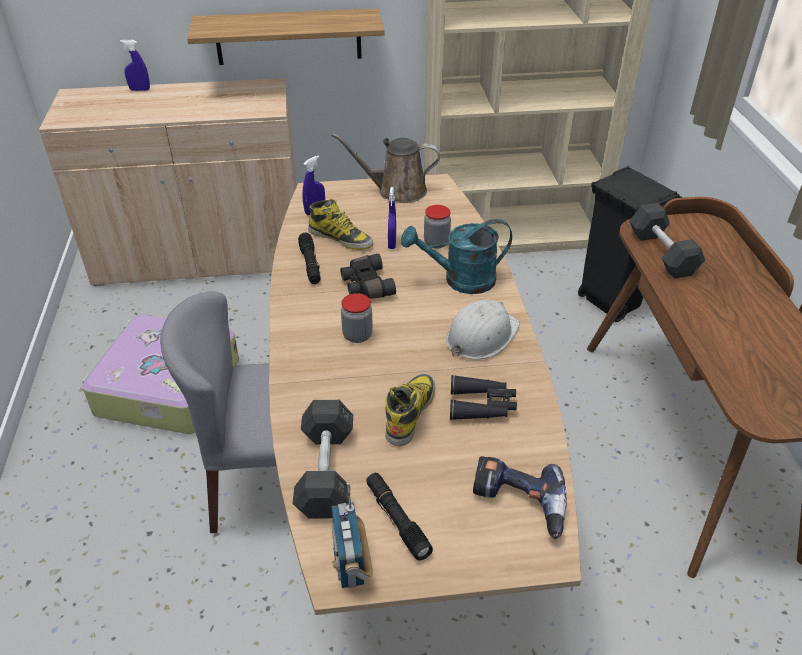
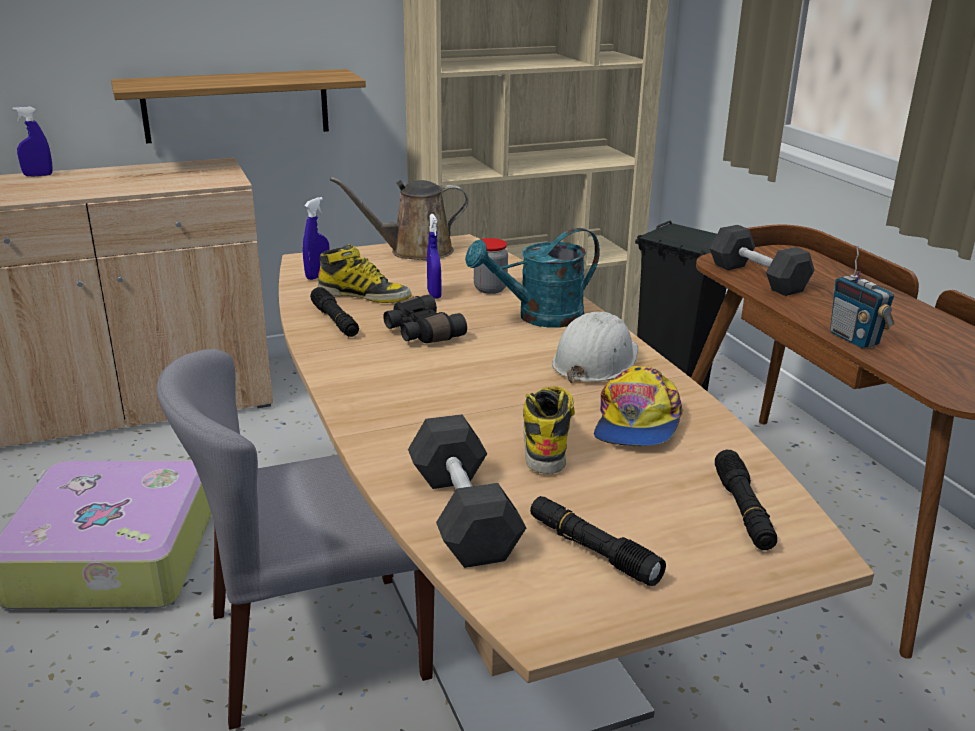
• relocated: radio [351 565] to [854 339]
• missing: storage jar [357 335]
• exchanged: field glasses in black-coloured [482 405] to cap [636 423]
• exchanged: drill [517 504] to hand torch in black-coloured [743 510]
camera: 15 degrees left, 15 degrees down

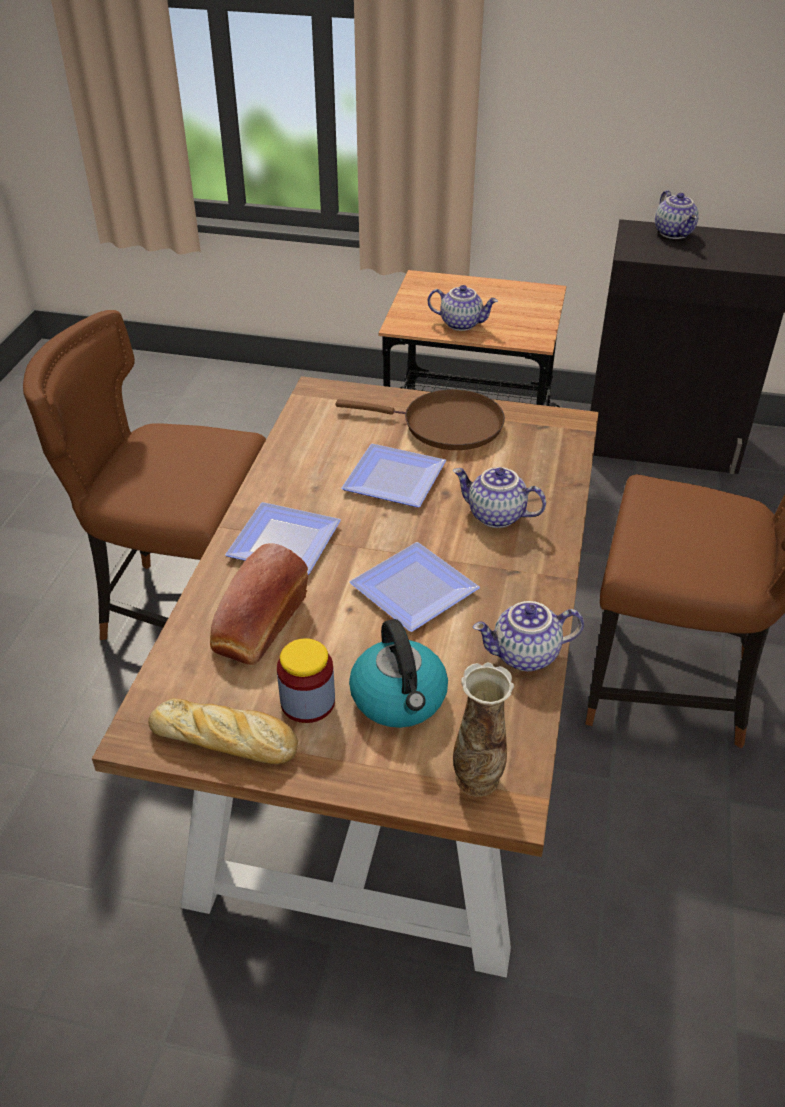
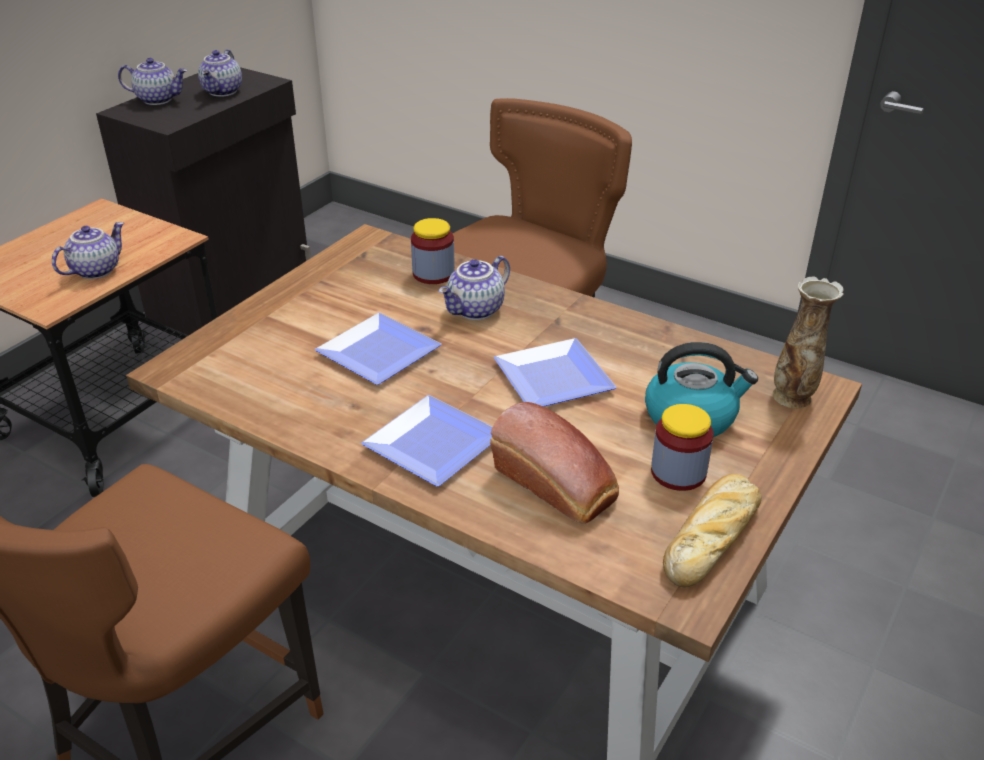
• missing: skillet in brownish [445 425]
• relocated: teapot [525 656] to [223 92]
• appeared: storage jar [433 274]
camera: 70 degrees left, 5 degrees down

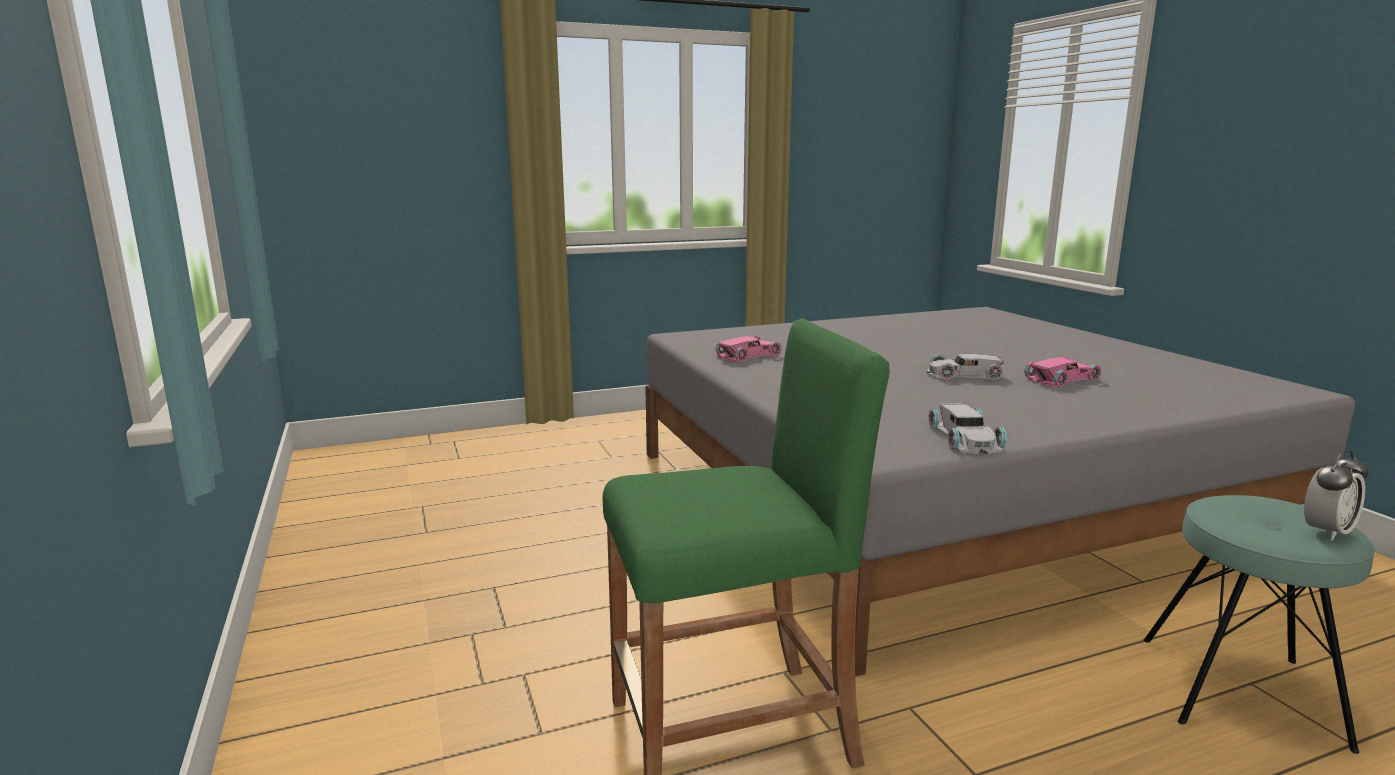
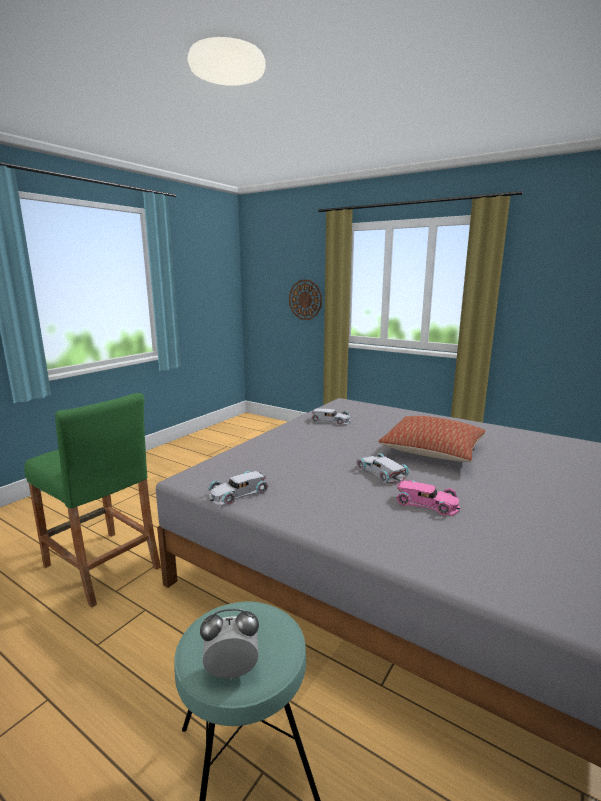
• colour: model car in pink [749 355] to model car in whitish [330 421]
• spun: table clock [1327 532] = [232 671] 150 degrees clockwise
• appeared: wall clock [305 299]
• appeared: cushion [432 451]
camera: 55 degrees right, 0 degrees up

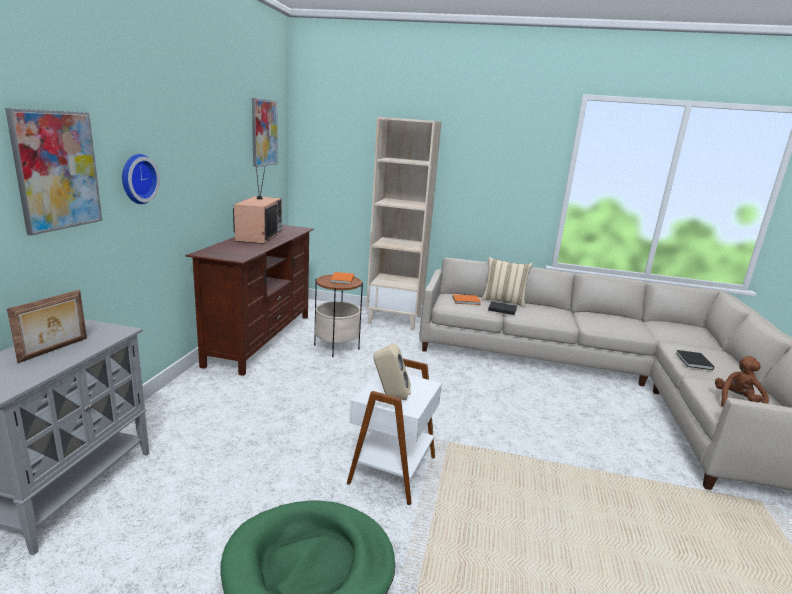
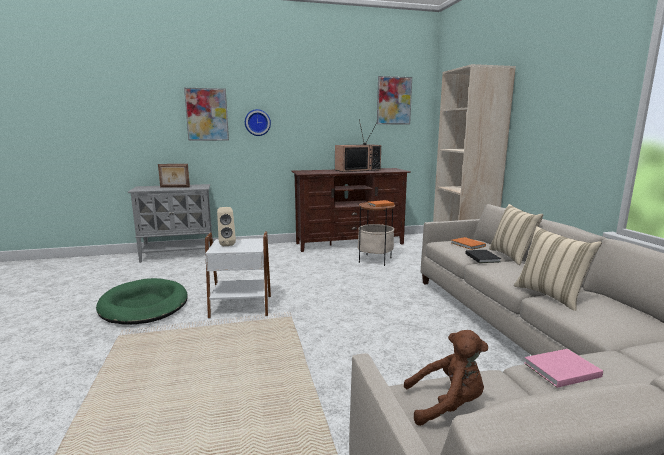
• colour: volume in black-coloured [693 362] to volume in pink [559 369]
• appeared: cushion in beige-coloured [550 295]
camera: 65 degrees right, 5 degrees down

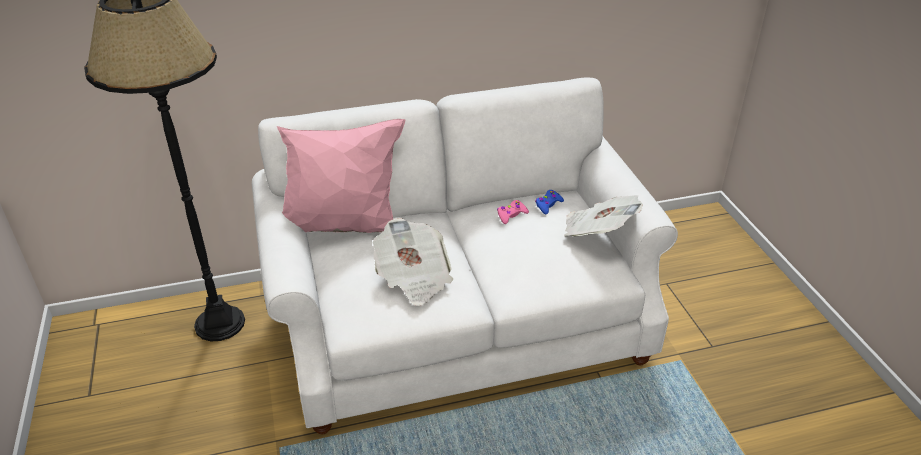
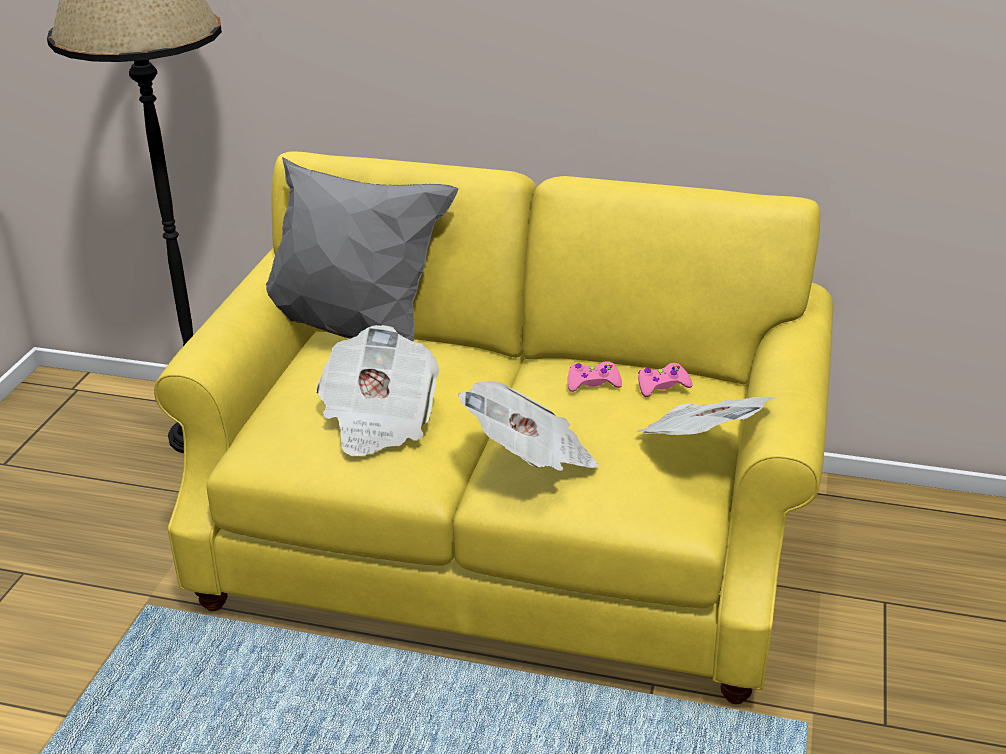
• colour: couch in whitish [461 321] to couch in yellow-coloured [508 539]
• colour: cushion in pink [343 227] to cushion in gray [353 332]
• colour: joypad in blue-coloured [548 205] to joypad in pink [662 386]
• appeared: daily paper [530 457]
camera: 30 degrees right, 5 degrees down

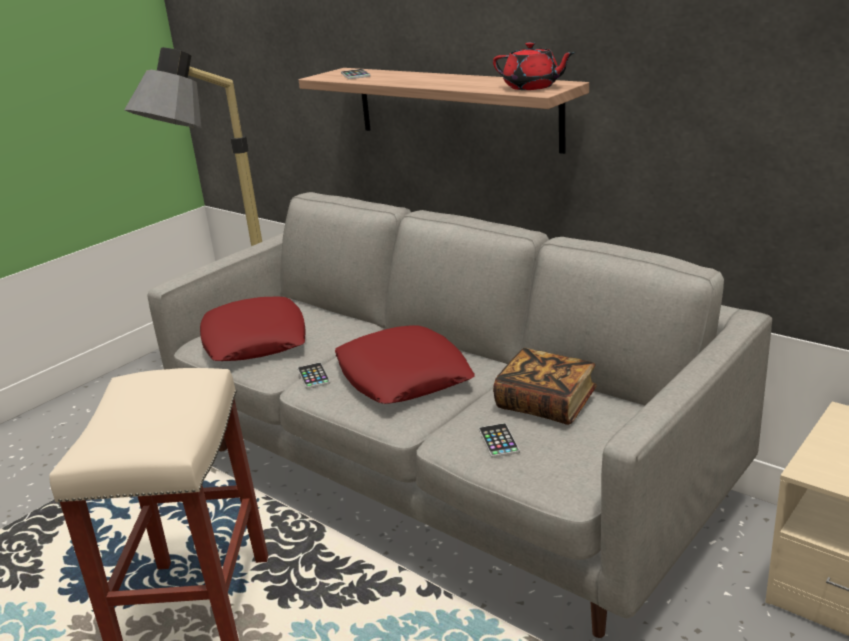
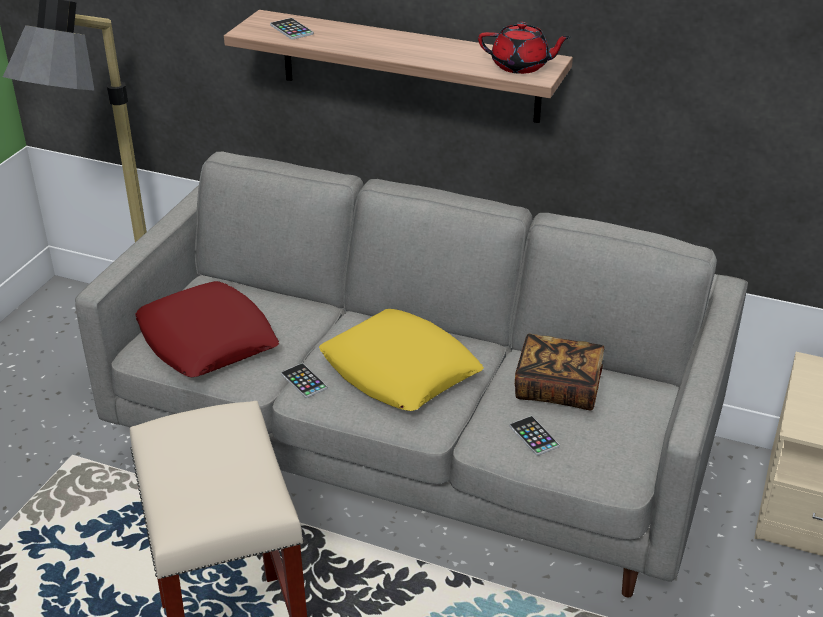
• colour: cushion in reddish [403 376] to cushion in yellow-coloured [400 370]
camera: 20 degrees left, 10 degrees up

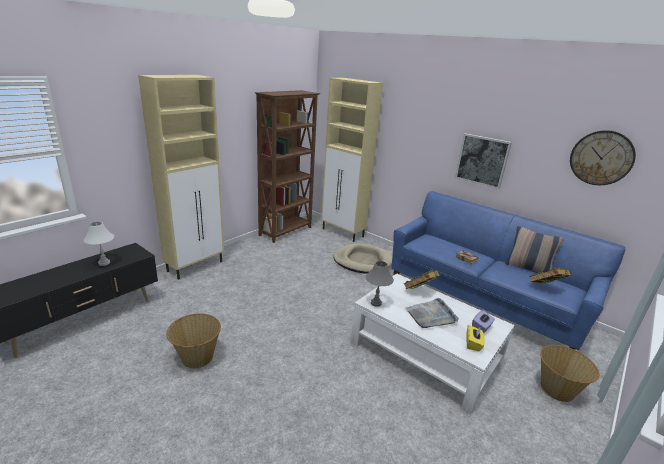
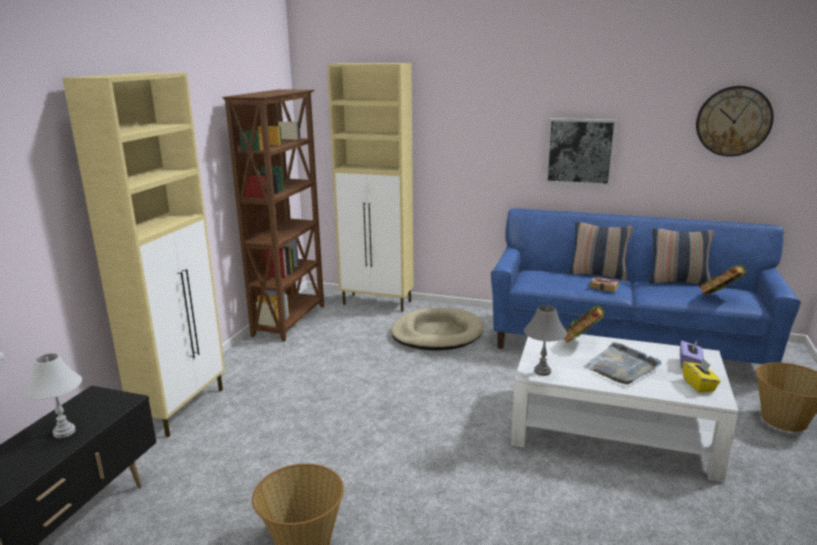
• appeared: cushion [597 275]
camera: 20 degrees left, 5 degrees down

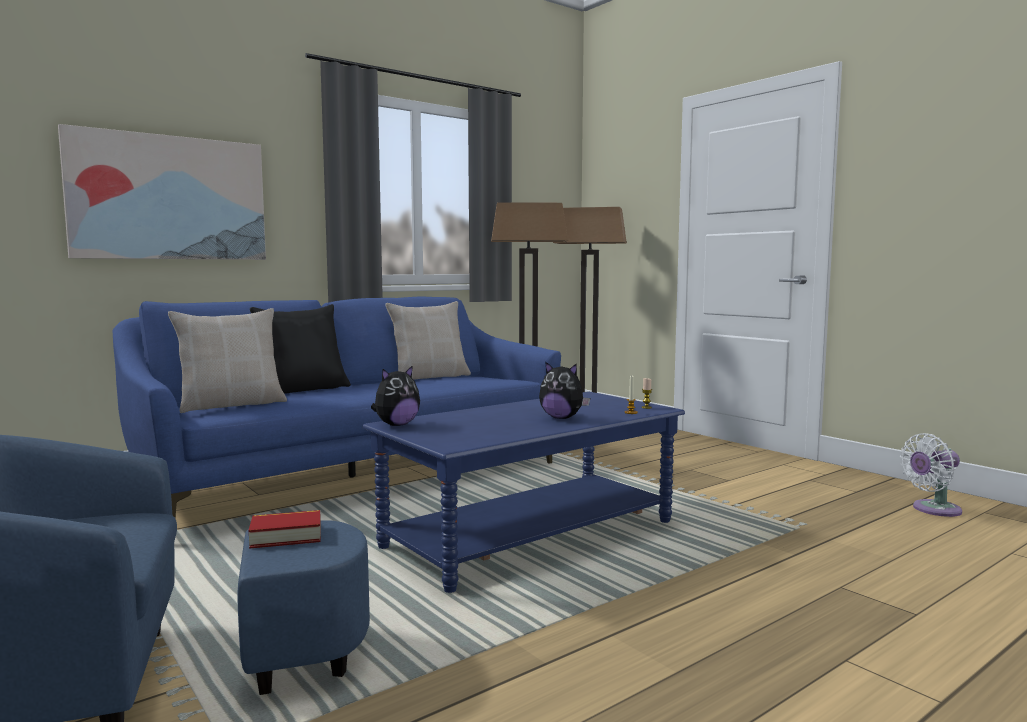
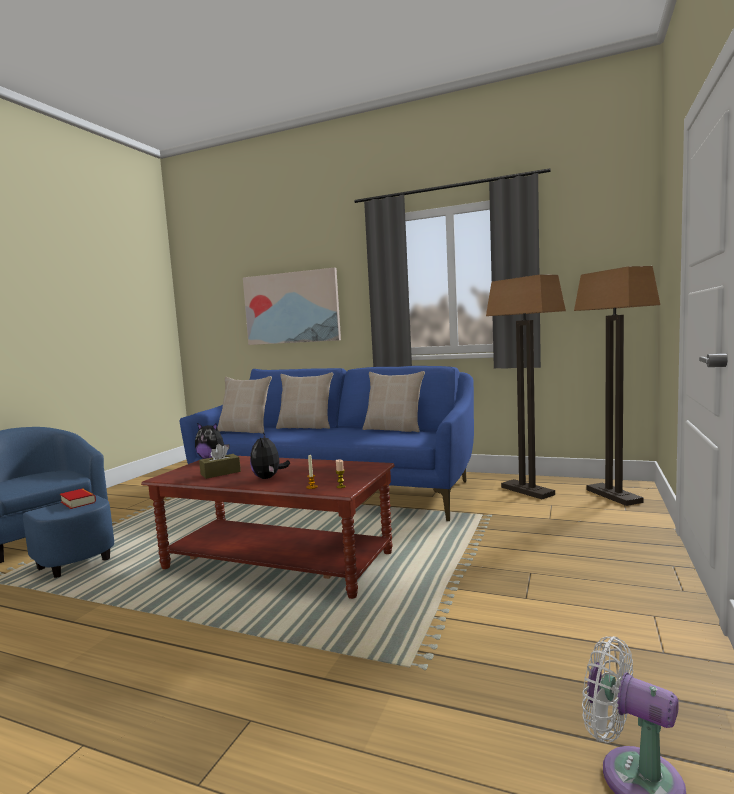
• colour: cushion in black-coloured [304 389] to cushion in beige-coloured [306 427]
• colour: low table in blue-coloured [531 534] to low table in brownish [277 561]
• appeared: box of tissues in brownish [220 473]
camera: 60 degrees right, 0 degrees up

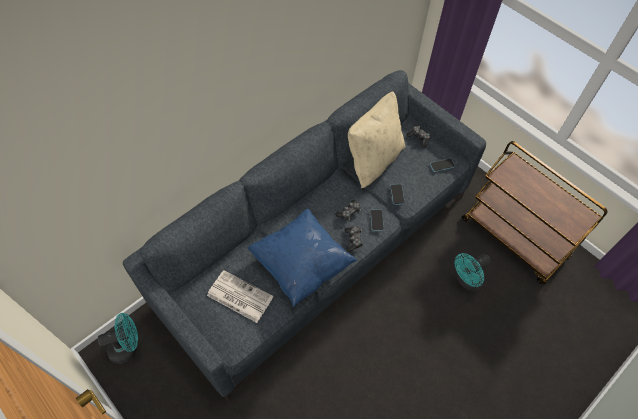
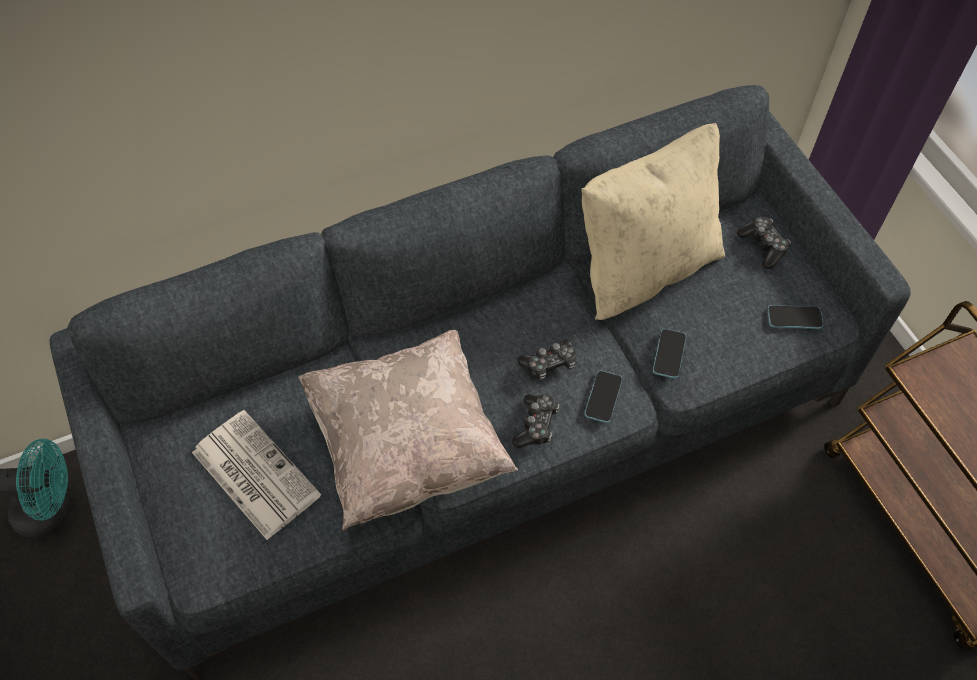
• colour: cushion in blue-coloured [301 264] to cushion in beige-coloured [407 445]
• missing: electric fan in turquoise-coloured [466 281]
camera: 20 degrees right, 0 degrees up

